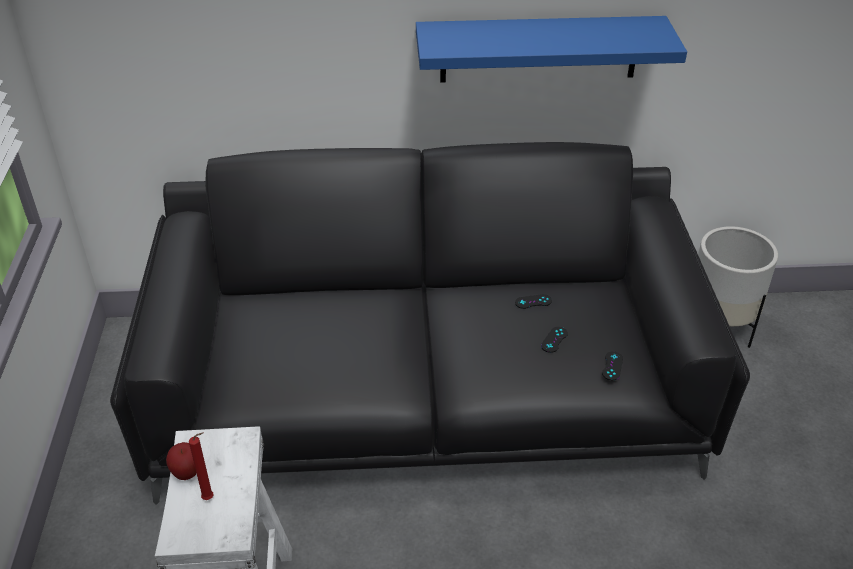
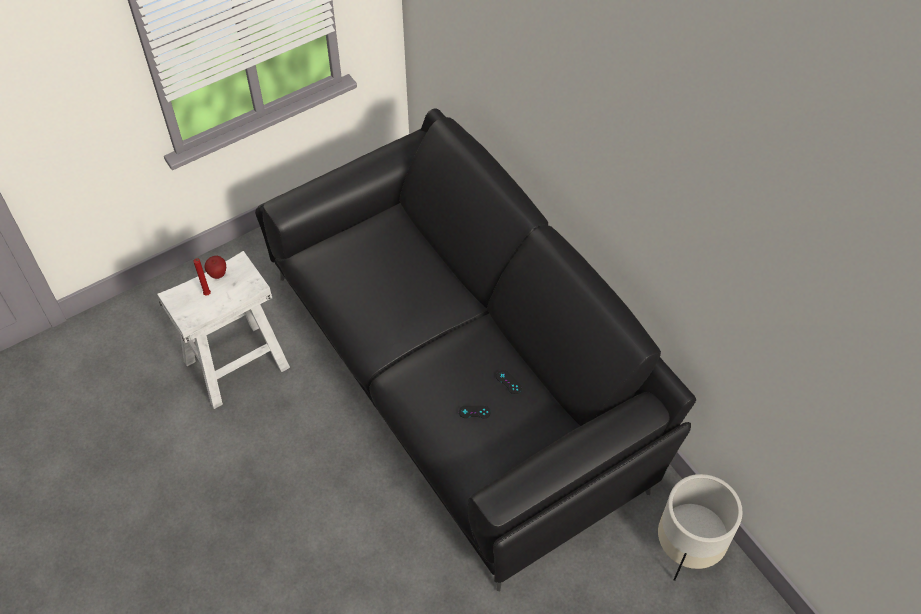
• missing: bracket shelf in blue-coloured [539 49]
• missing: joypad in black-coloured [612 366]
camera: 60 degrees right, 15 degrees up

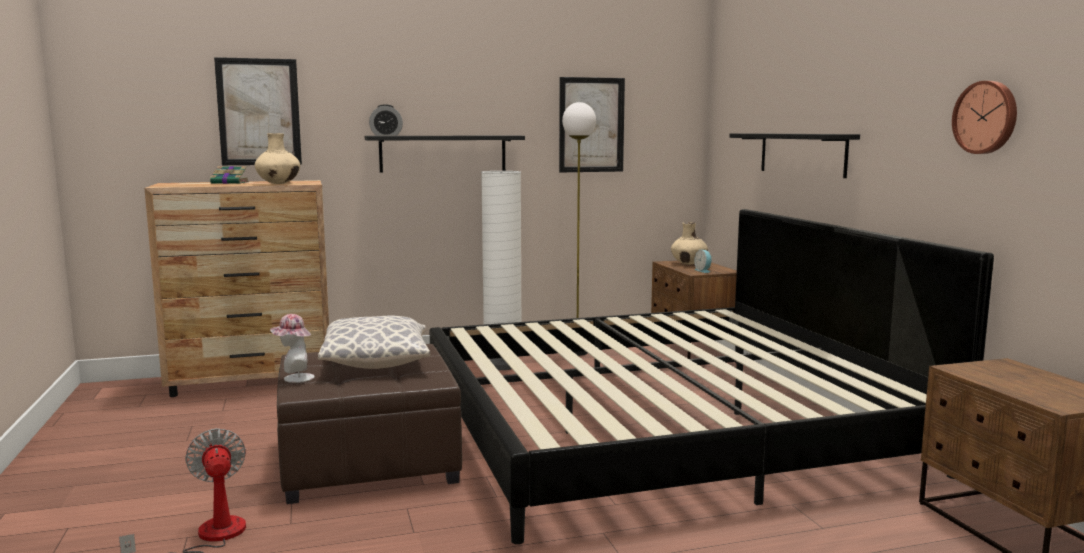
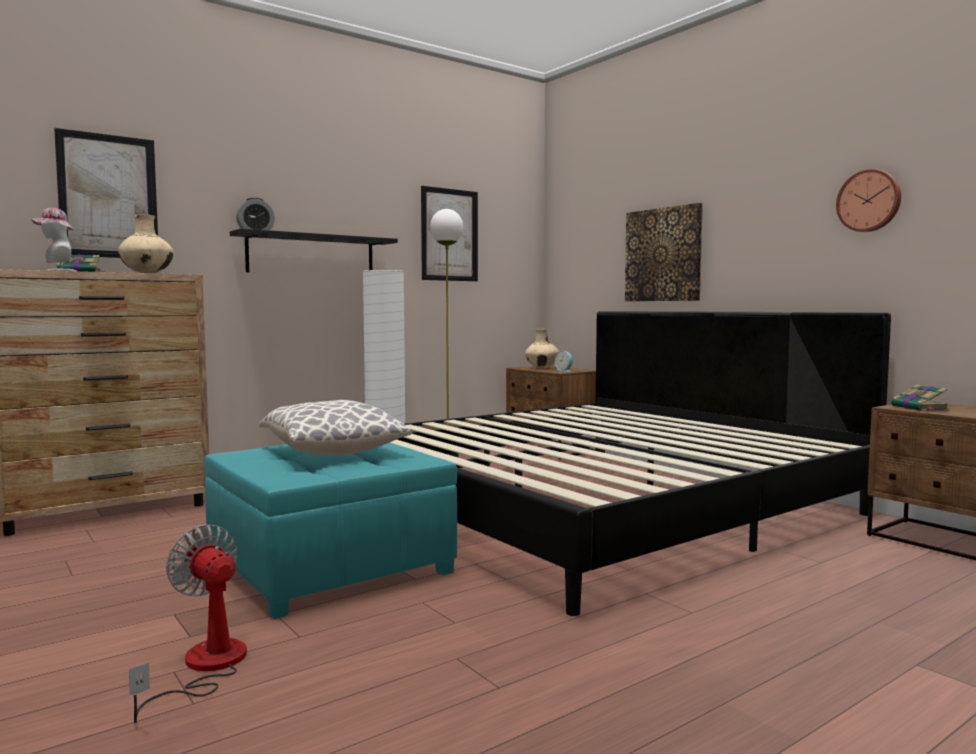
• relocated: wearable hat [294 378] to [57 271]
• colour: pouffe in brownish [369 460] to pouffe in turquoise-coloured [331 566]
• exchanged: bracket shelf in black-coloured [802 154] to wall art [663 255]
• appeared: volume [920 408]
camera: 20 degrees left, 5 degrees down

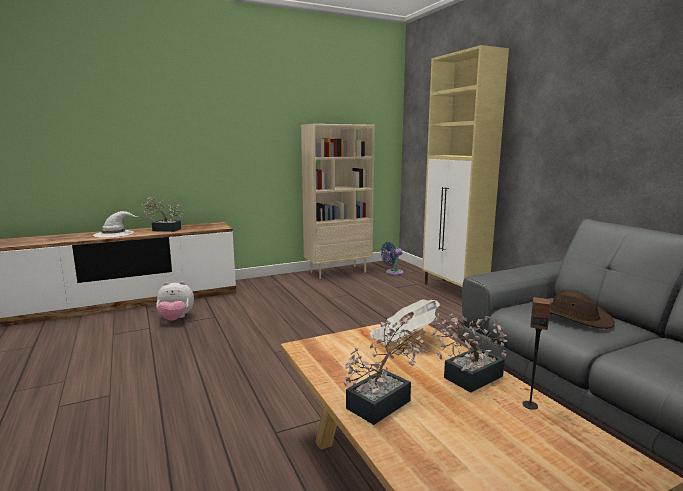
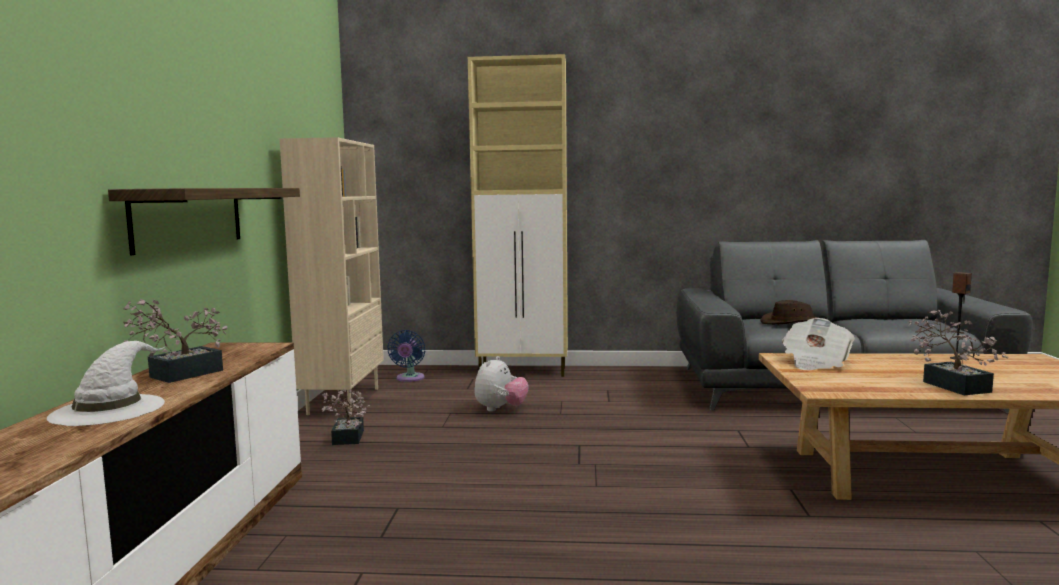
• relocated: cuddly toy [176 319] to [500 409]
• relocated: potted plant [468 379] to [346 439]
• appeared: bracket shelf [189 217]
camera: 60 degrees left, 5 degrees down

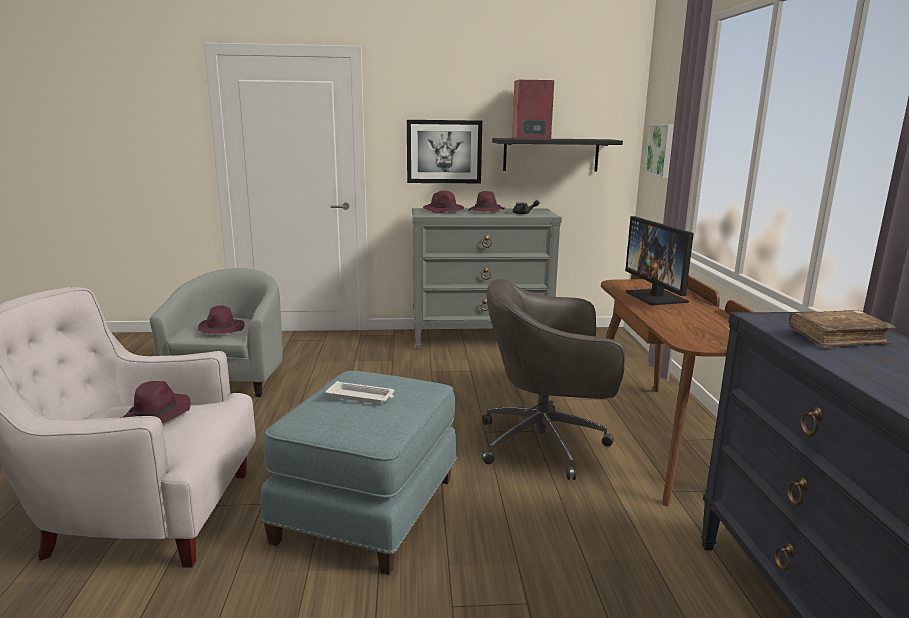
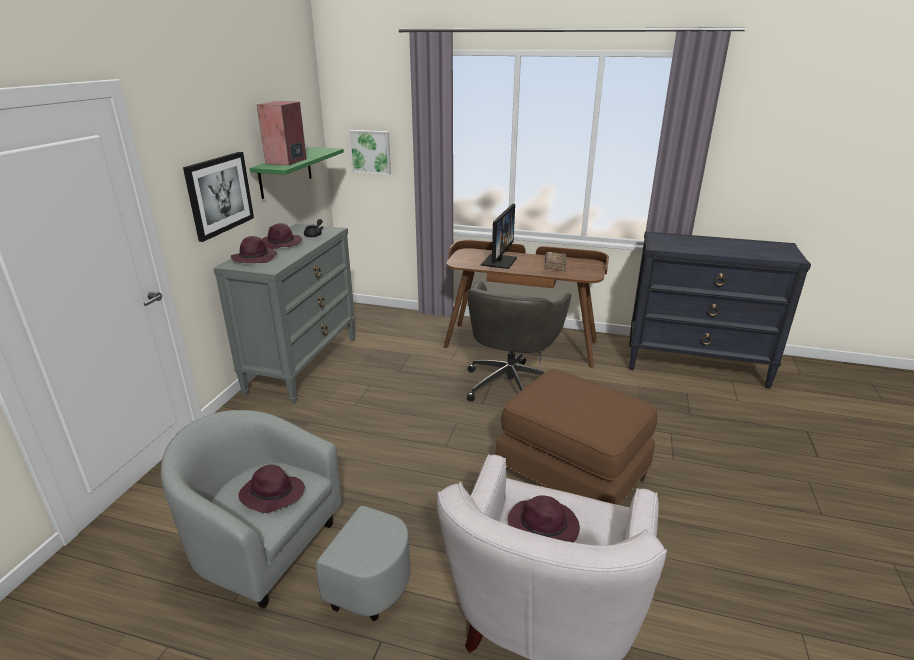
• colour: pouffe in blue-coloured [370 510] to pouffe in brownish [572 475]
• missing: serving tray in whitish [361 397]
• colour: bracket shelf in black-coloured [551 154] to bracket shelf in green [285 172]
• spun: computer display [656 297] = [499 261] 75 degrees counterclockwise
• relocated: volume in brownish [837 338] to [555 266]
camera: 70 degrees left, 10 degrees up

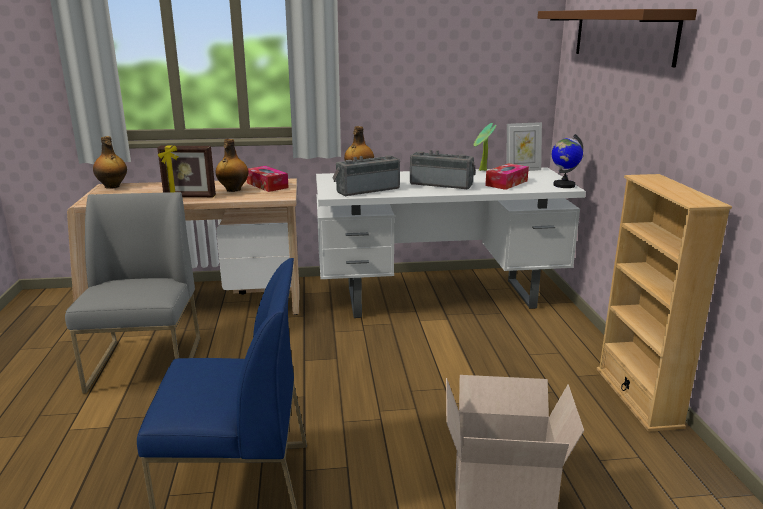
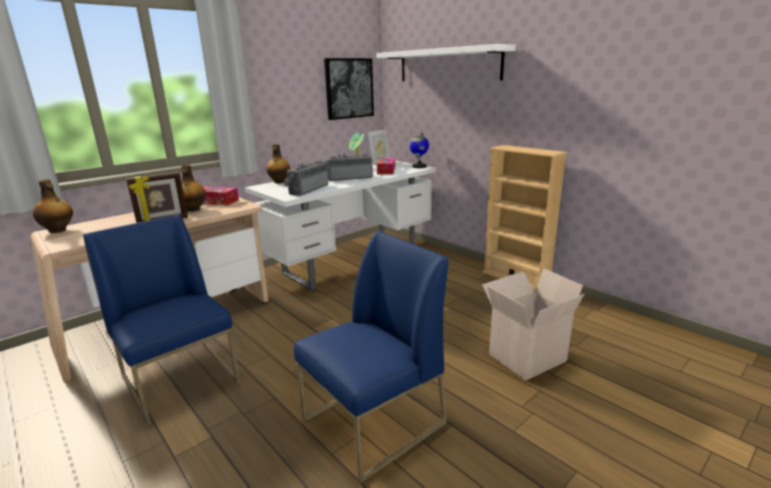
• colour: chair in gray [146 364] to chair in blue-coloured [181 379]
• colour: bracket shelf in brownish [622 35] to bracket shelf in whitish [448 65]
• appeared: wall art [349 88]
camera: 35 degrees left, 0 degrees up

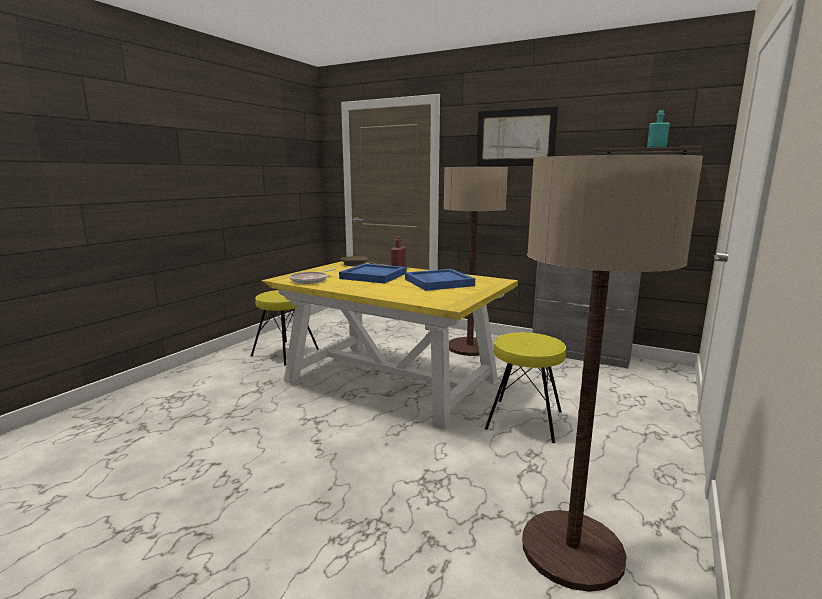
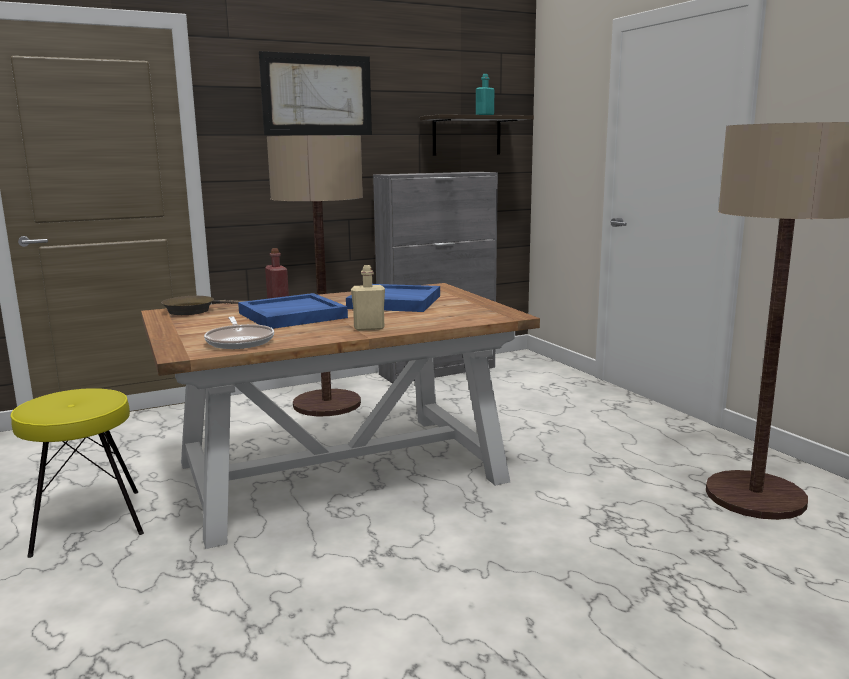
• colour: dinner table in yellow-coloured [392 380] to dinner table in brownish [341 471]
• missing: sitting stool in yellow-coloured [524 420]
• appeared: beverage bottle in beige-coloured [369 328]
camera: 55 degrees left, 0 degrees up

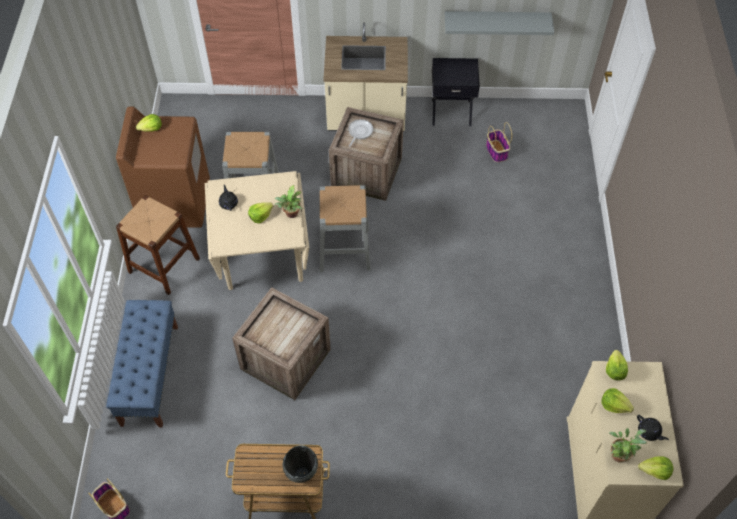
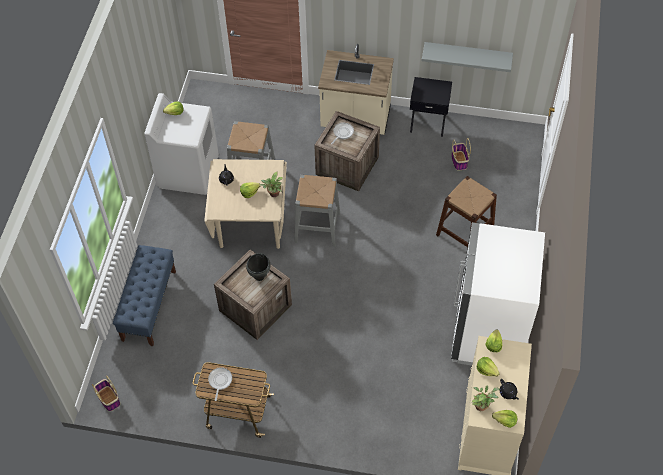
• colour: laundry machine in brownish [175 202] to laundry machine in whitish [188 171]
• relocated: sitting stool in brownish [164 265] to [465 233]
• relocated: stockpot in black-coloured [302 475] to [260 276]
• appeared: skillet [220 381]
• appeared: refrigerator in whitish [487 333]
camera: 10 degrees right, 0 degrees up

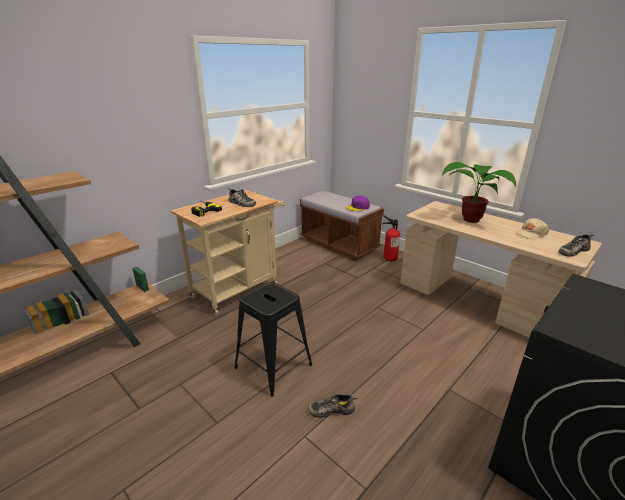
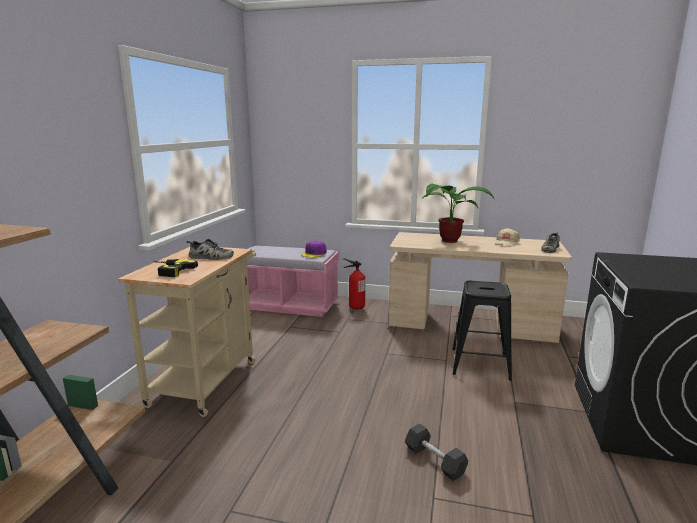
• relocated: sitting stool in black-coloured [274 366] to [480 364]
• colour: indoor bench in brownish [339 245] to indoor bench in pink [289 306]
• exchanged: low shoe [332 409] to hand weight in gray [434 461]
camera: 30 degrees left, 10 degrees down

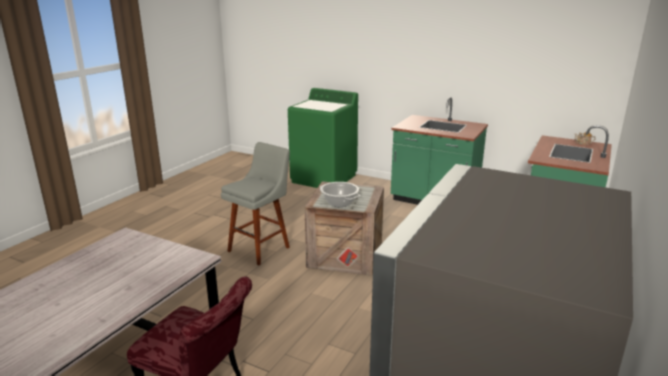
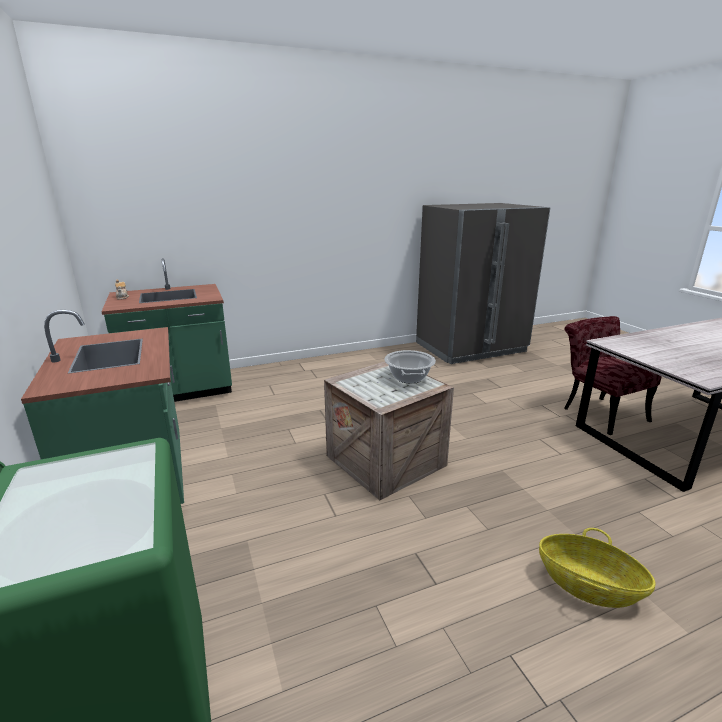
• missing: sitting stool in gray [261 248]
• appeared: storage basket [588 585]
camera: 140 degrees left, 0 degrees up

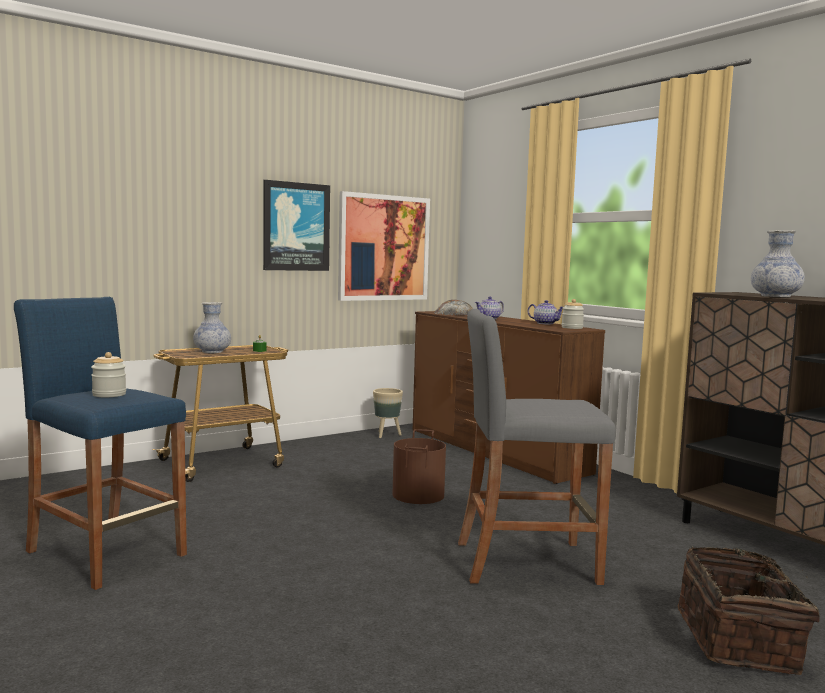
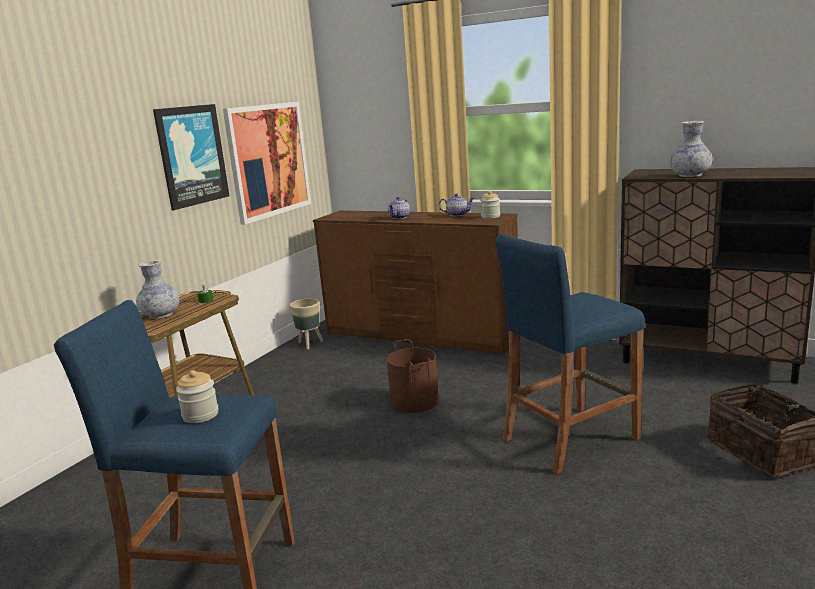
• missing: bakery bread [454 313]
• colour: sitting stool in gray [526 562] to sitting stool in blue-coloured [570 438]
camera: 25 degrees left, 10 degrees up

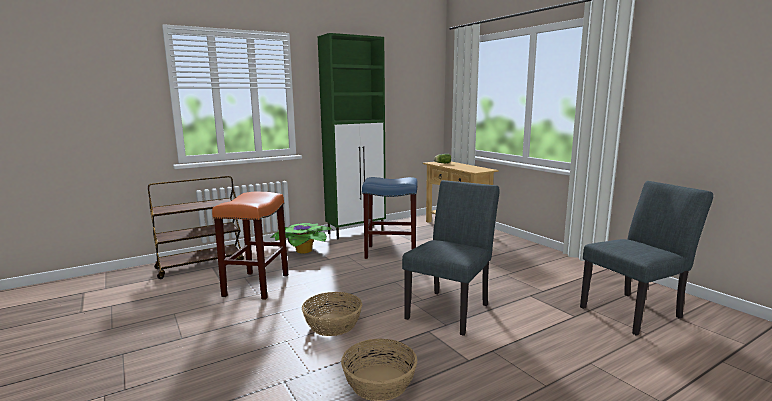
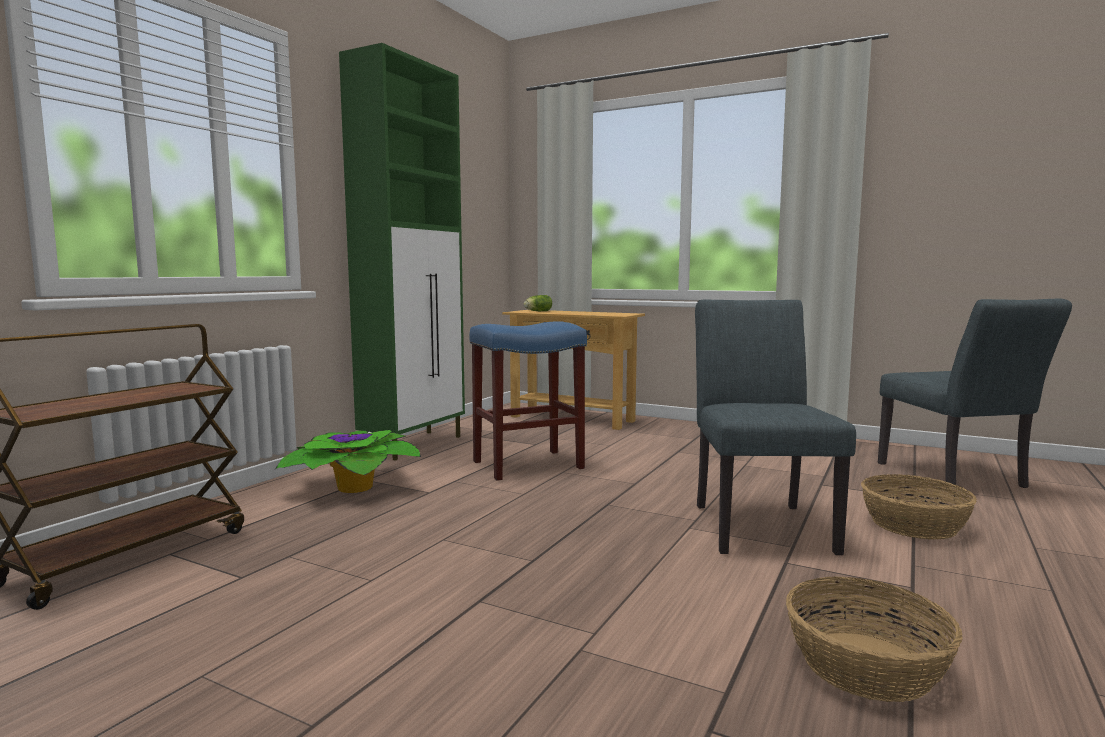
• missing: sitting stool in orangey [256 285]
• relocated: storage basket [333 324] to [914 525]
• spun: chair in gray [635 311] = [957 478] 135 degrees clockwise
camera: 30 degrees left, 5 degrees down

